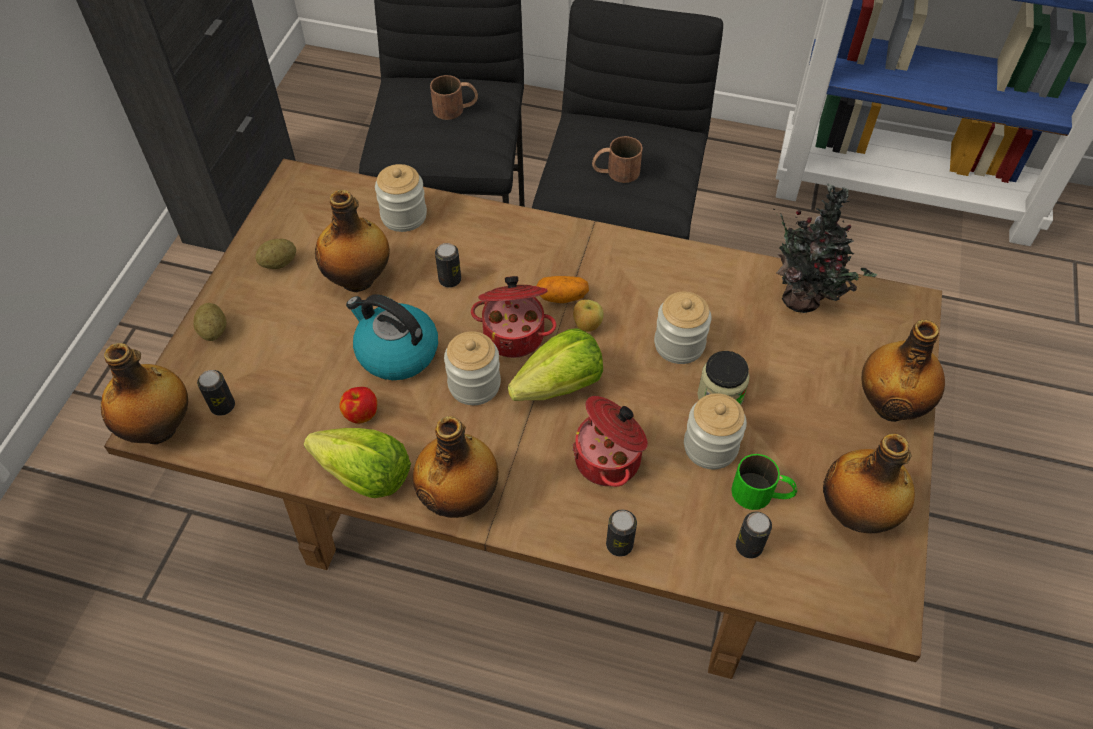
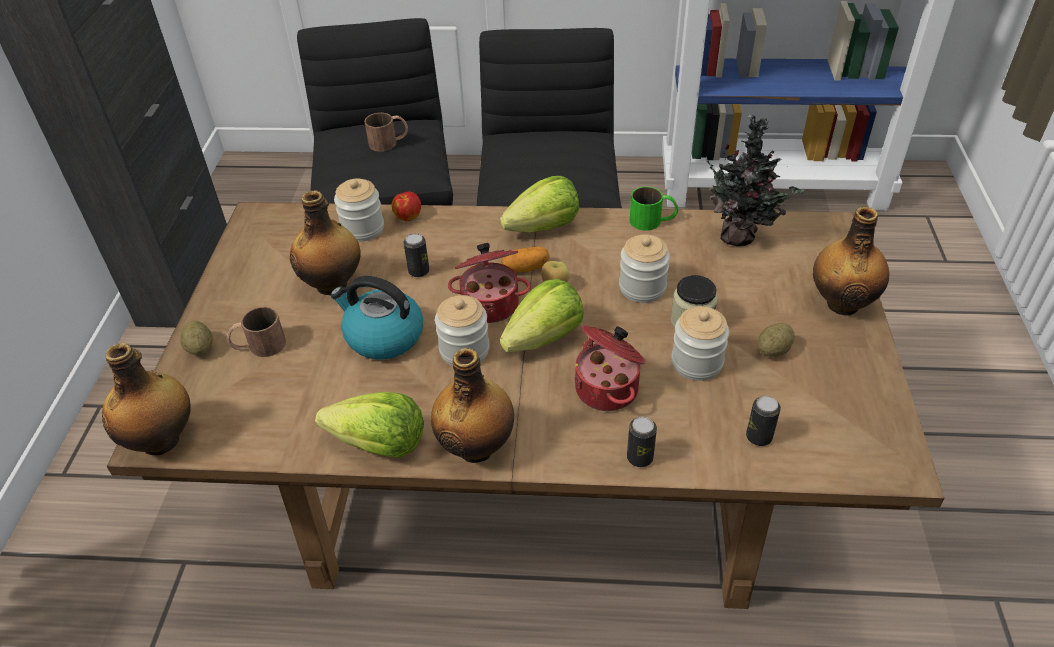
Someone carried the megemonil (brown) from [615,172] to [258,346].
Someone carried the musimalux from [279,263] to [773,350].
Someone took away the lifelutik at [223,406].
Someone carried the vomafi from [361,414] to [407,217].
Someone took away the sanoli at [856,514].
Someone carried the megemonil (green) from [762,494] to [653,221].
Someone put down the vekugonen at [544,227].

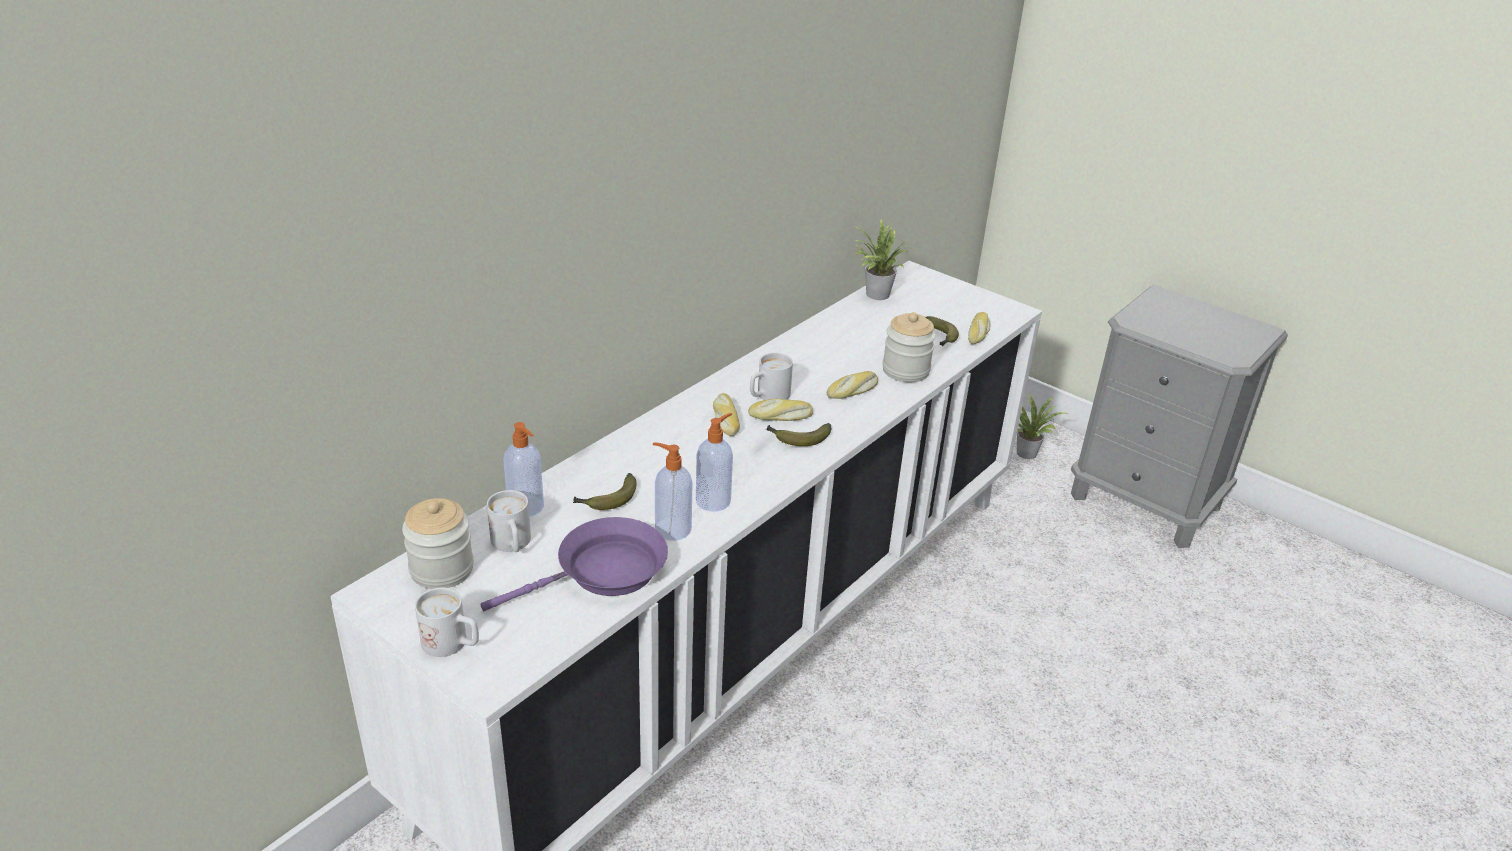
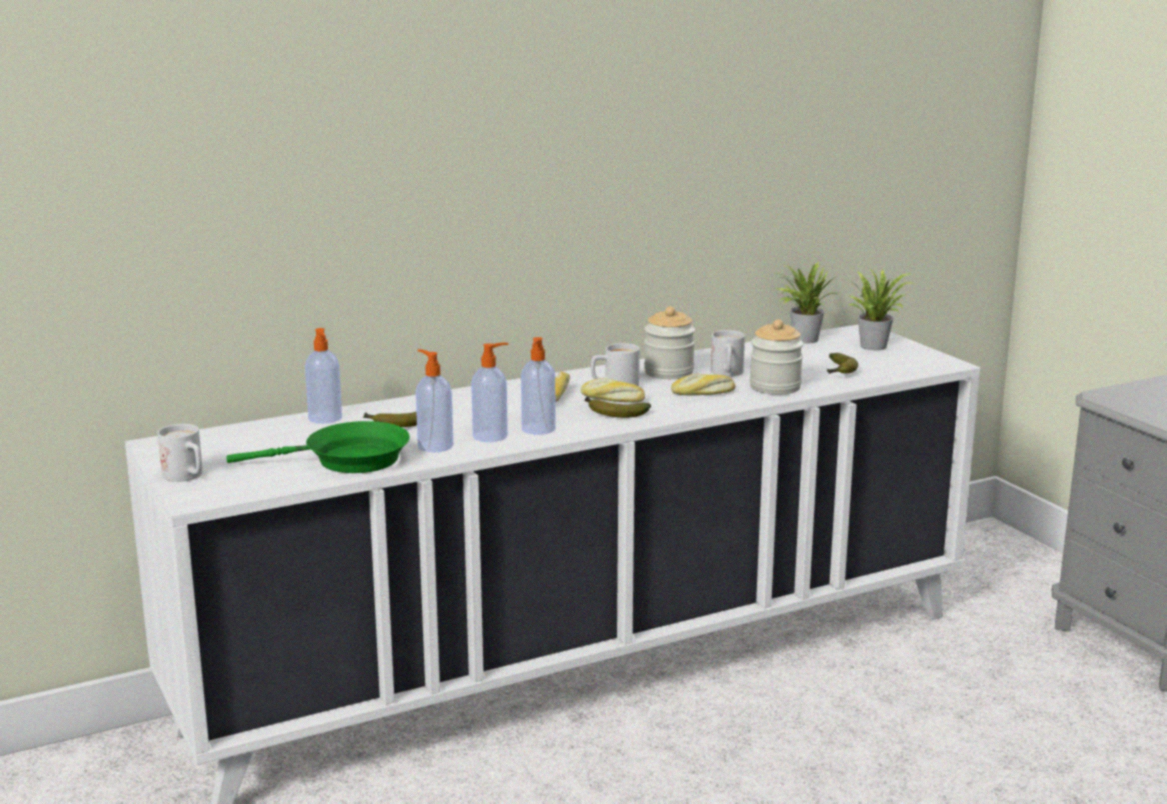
Someone took away the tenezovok at [978,333].
Someone carried the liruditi from [1026,451] to [875,345].
Someone carried the megemonil (white) from [512,545] to [727,374].
Someone carried the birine from [442,569] to [669,372].
Someone repainted the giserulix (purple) at [603,573], which became the giserulix (green) at [348,460].
Someone put down the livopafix at [538,429].

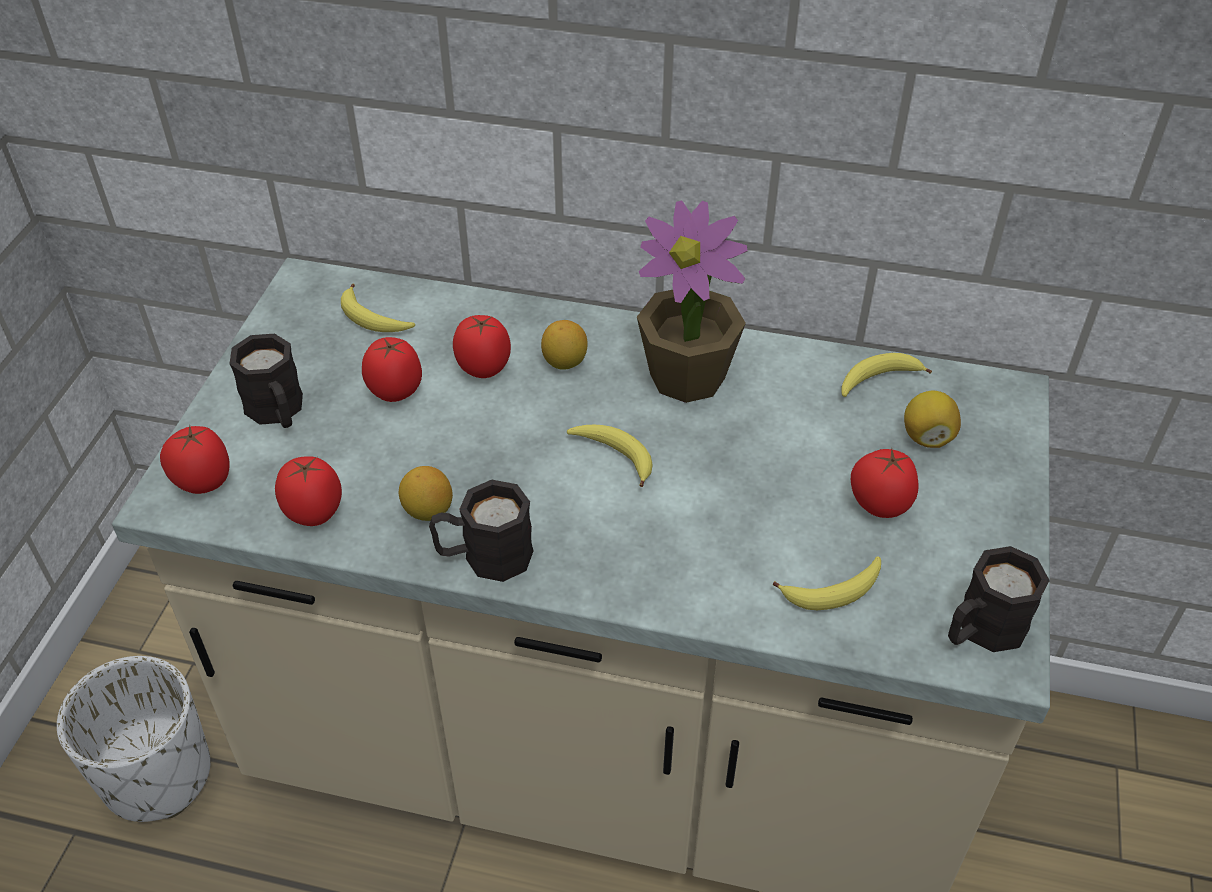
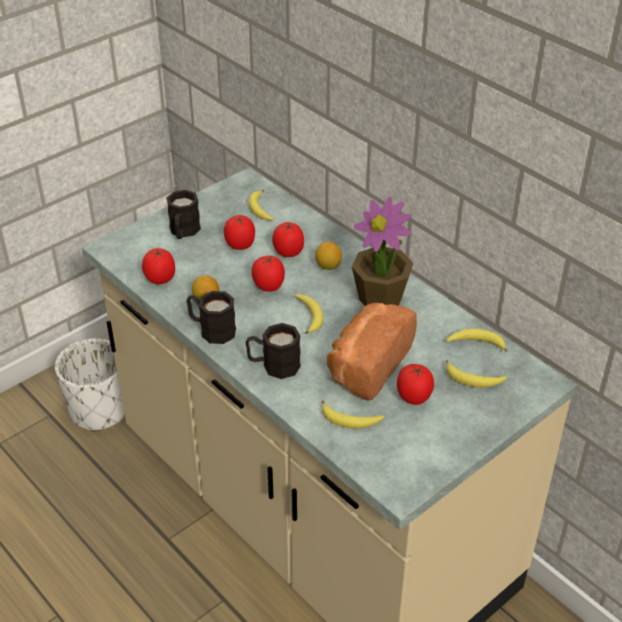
Someone swapped the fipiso at [927,436] for the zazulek at [473,380].
Someone carried the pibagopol from [203,481] to [268,286].
Someone carried the megemonil (black) from [981,630] to [273,365].
Someone put down the tenezovok at [367,365].

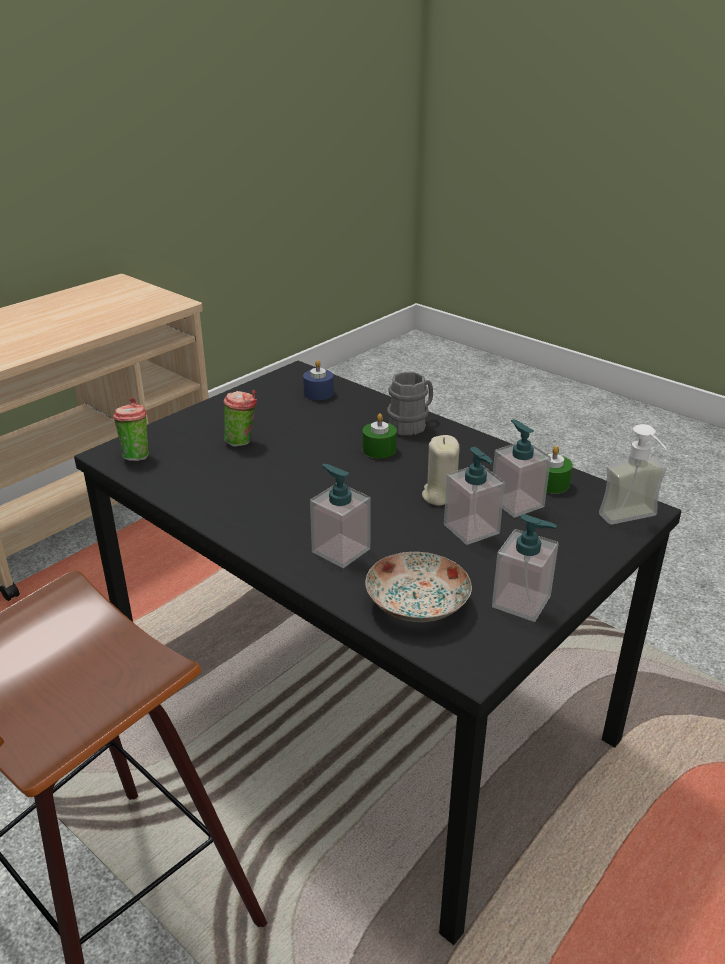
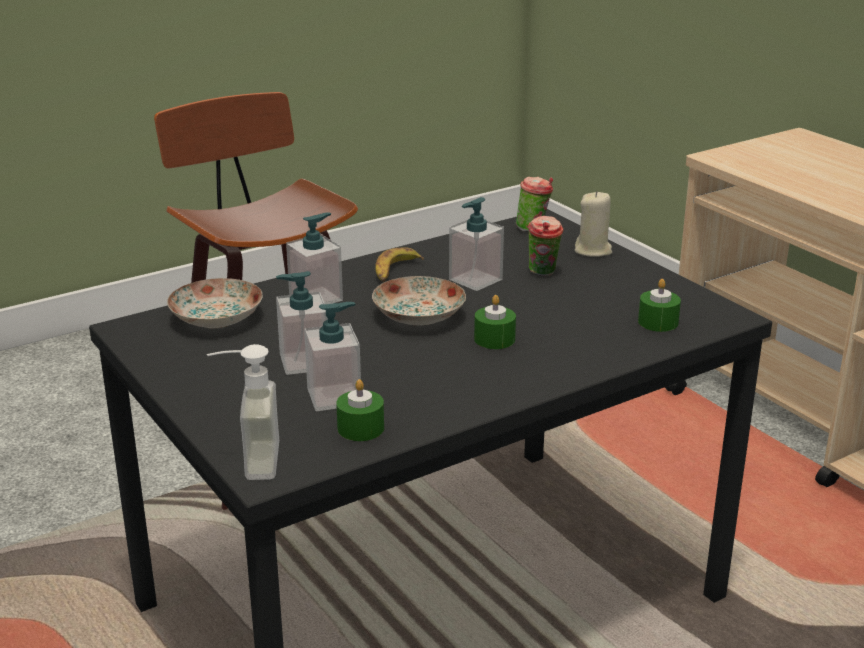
Someone repainted the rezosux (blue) at [318,393], which became the rezosux (green) at [658,322].
Someone took away the megemonil (grey) at [411,424].
Someone carried the rezosux (beige) from [440,495] to [593,250].
Someone carried the livopafix from [521,602] to [475,280].
Someone put down the zazulek at [395,271].
Someone put down the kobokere at [417,317].

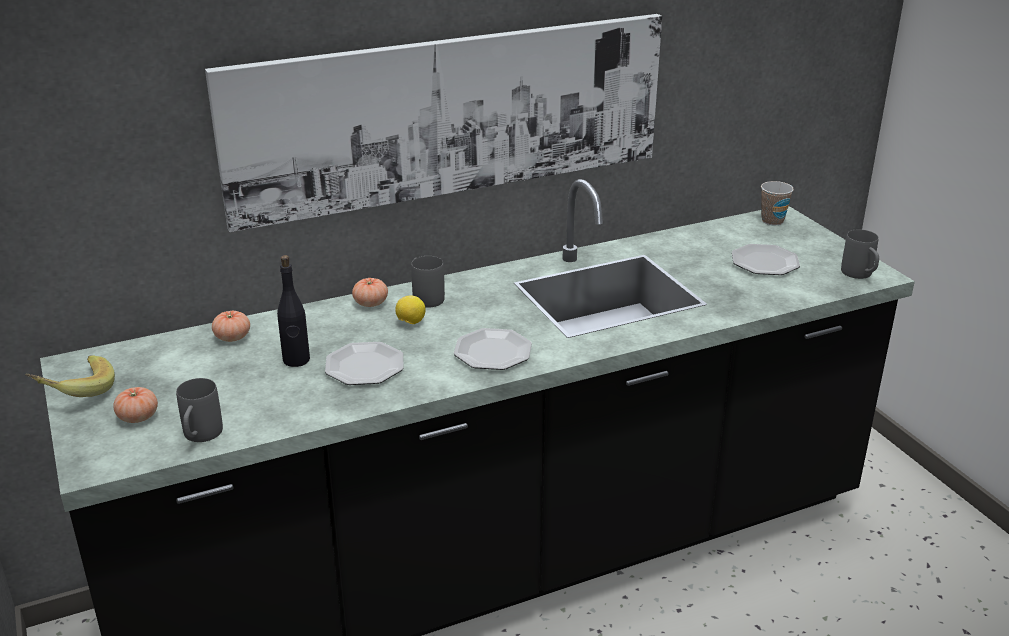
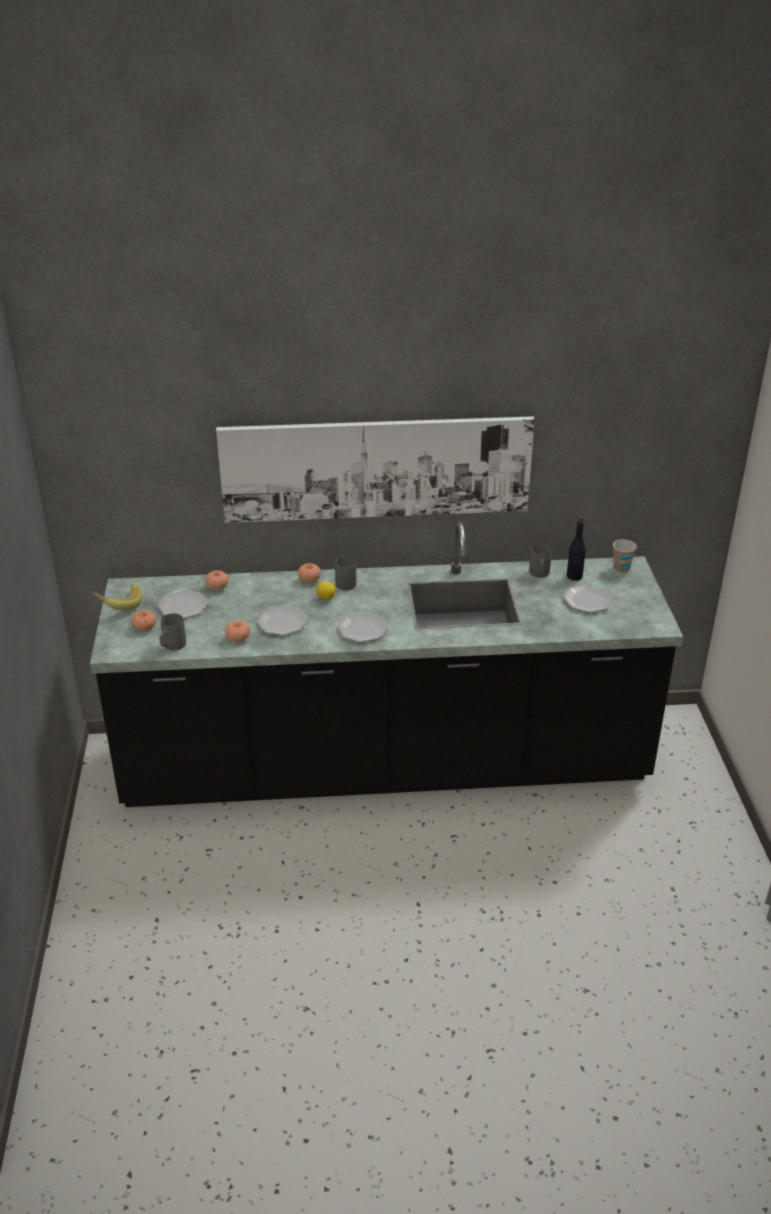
Someone carried the megemonil (grey) from [860,275] to [539,575].
Someone carried the sanoli (black) from [296,360] to [574,576].
Someone put down the kobokere at [183,607].
Someone put down the pibagopol at [238,638].

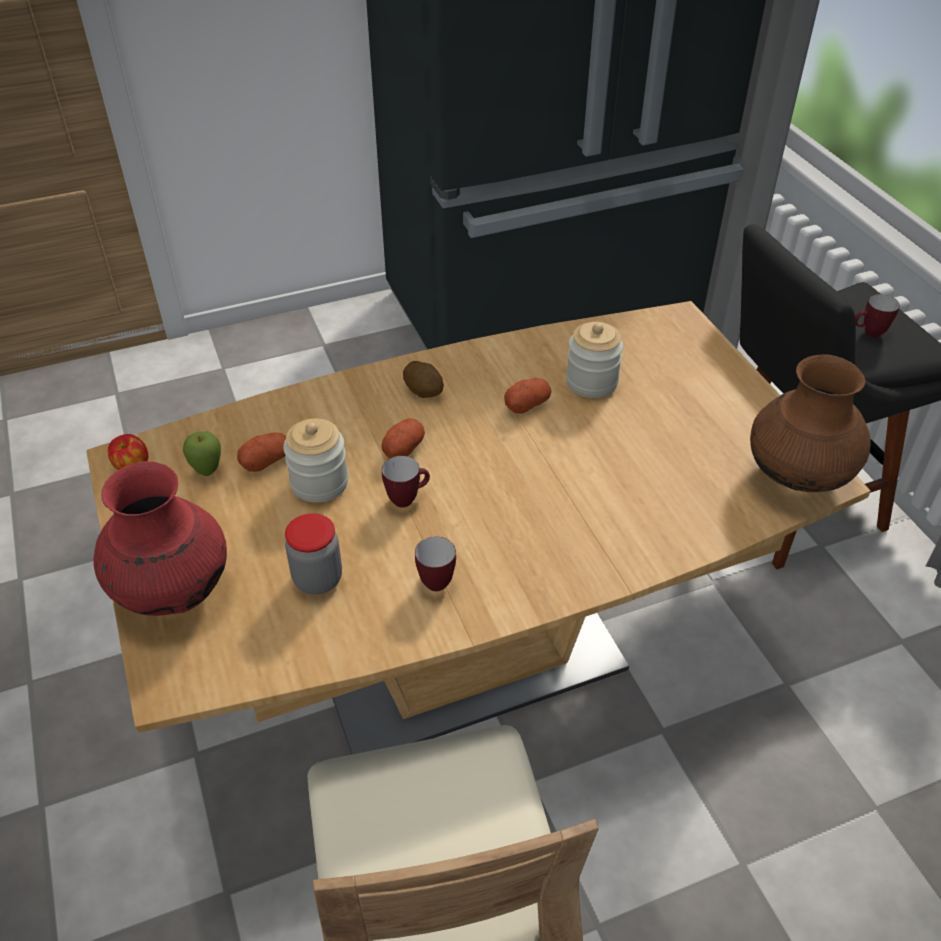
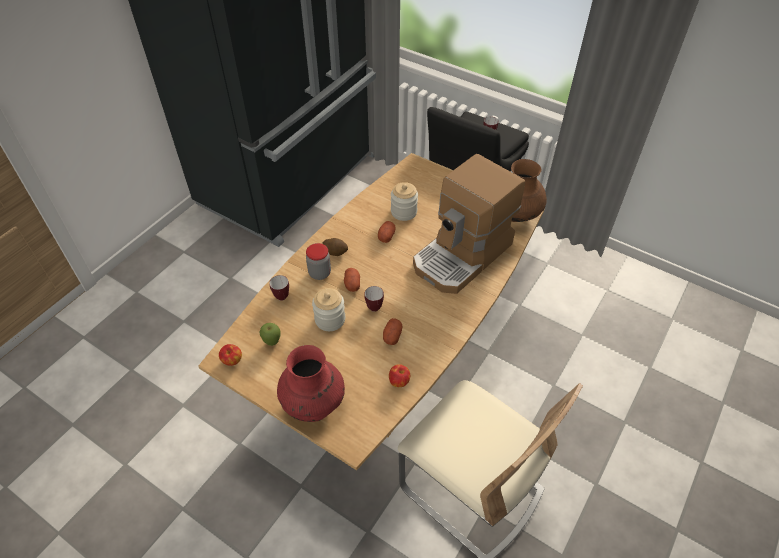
Someone carried the musimalux from [266,461] to [392,335].
Someone carried the birine from [318,579] to [319,273].
Someone carried the megemonil from [435,579] to [280,295].
Someone put down the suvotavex at [463,255].
Someone put down the vomafi at [399,381].

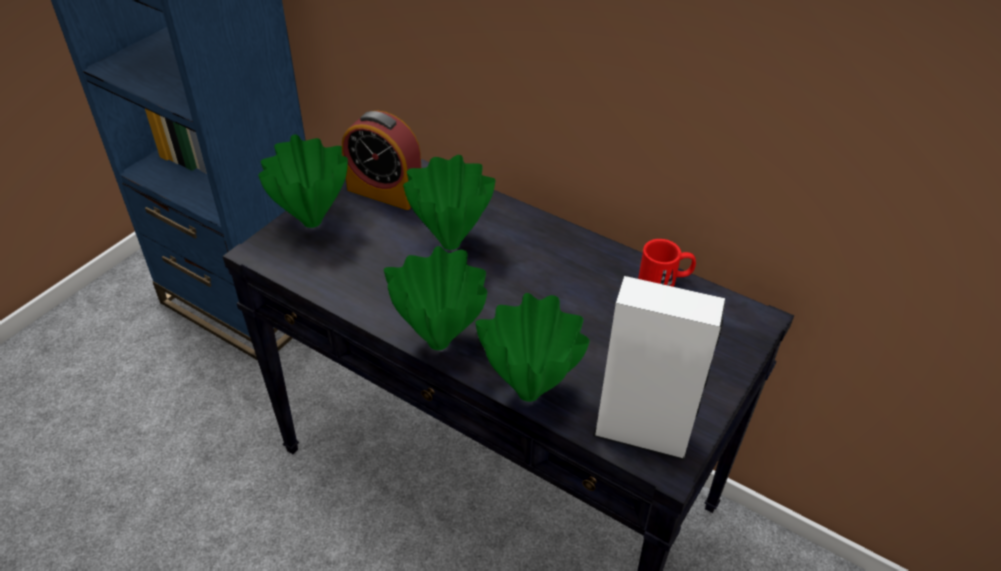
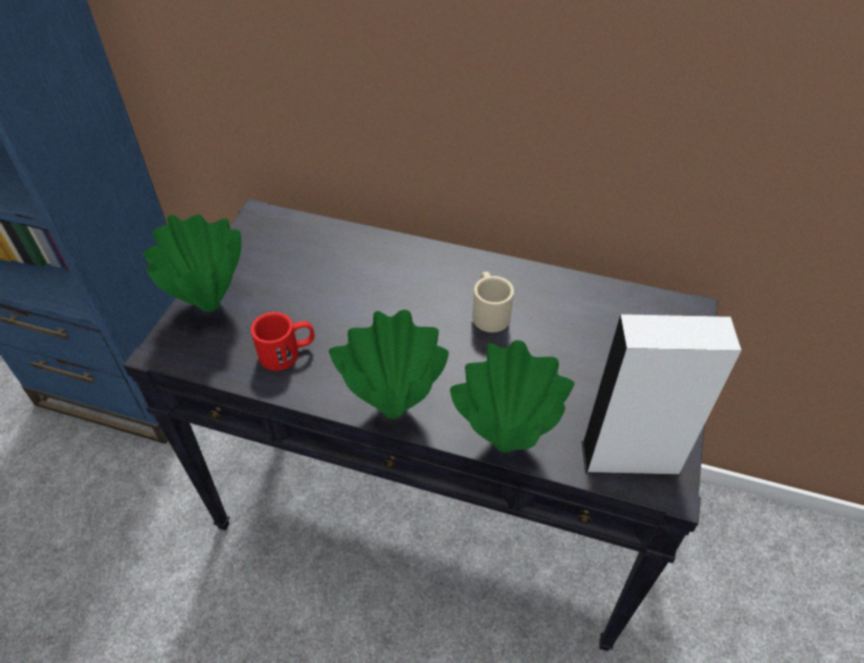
Someone took away the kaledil at [385,191].
Someone took away the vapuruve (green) at [451,242].
Someone carried the megemonil (red) from [665,280] to [288,352].
Someone put down the megemonil (beige) at [489,311].

